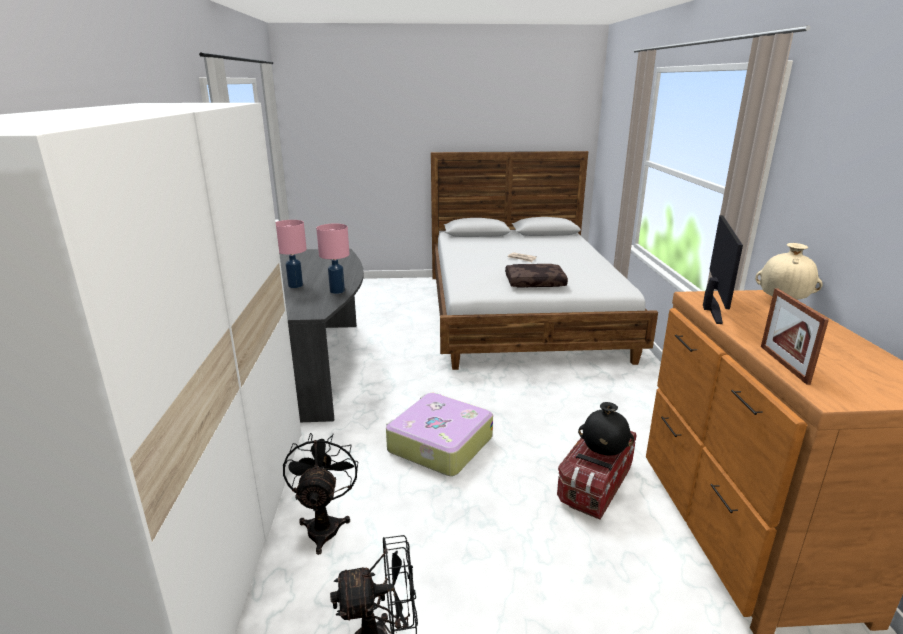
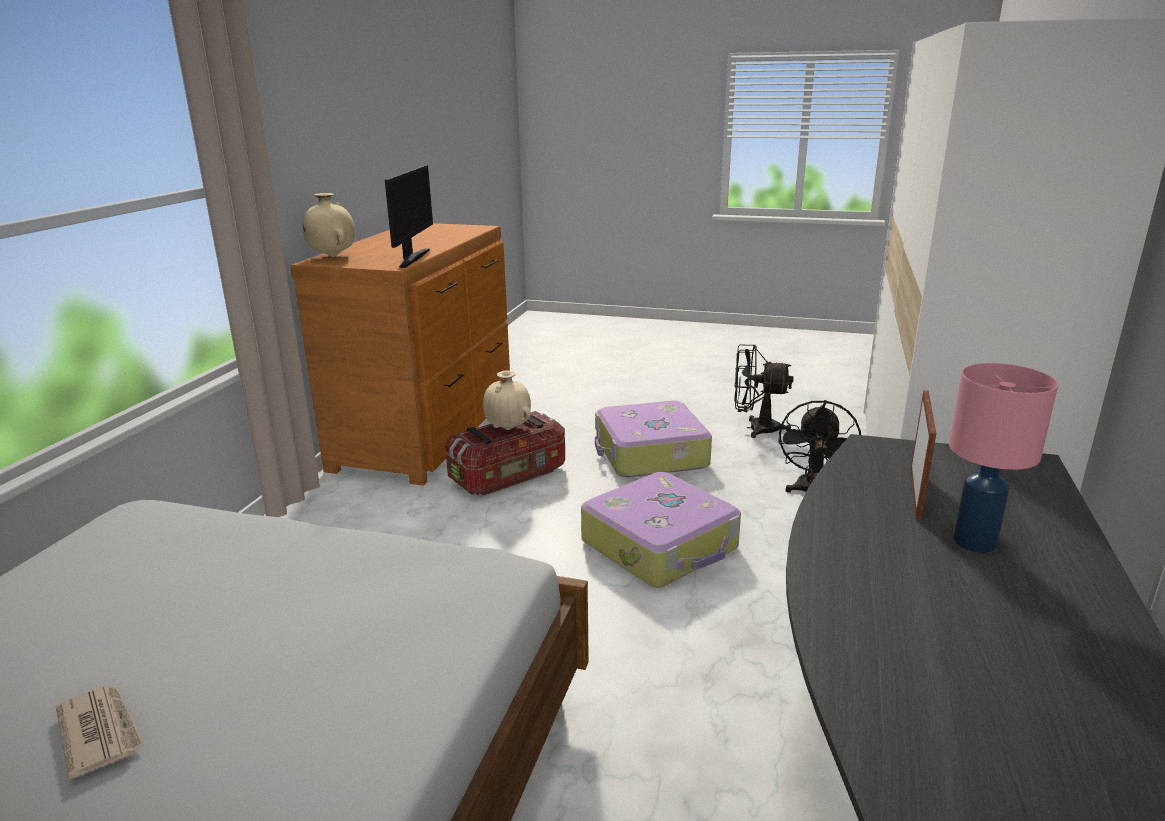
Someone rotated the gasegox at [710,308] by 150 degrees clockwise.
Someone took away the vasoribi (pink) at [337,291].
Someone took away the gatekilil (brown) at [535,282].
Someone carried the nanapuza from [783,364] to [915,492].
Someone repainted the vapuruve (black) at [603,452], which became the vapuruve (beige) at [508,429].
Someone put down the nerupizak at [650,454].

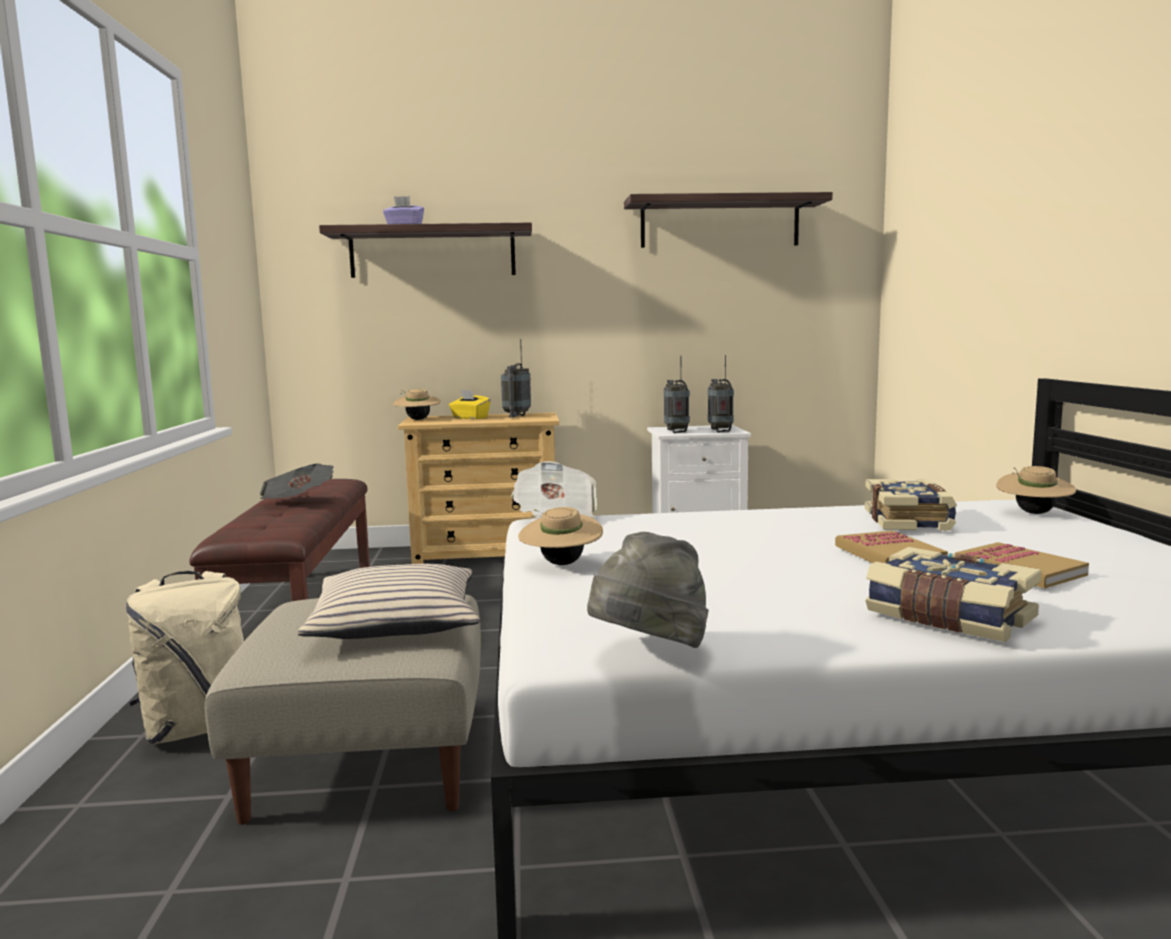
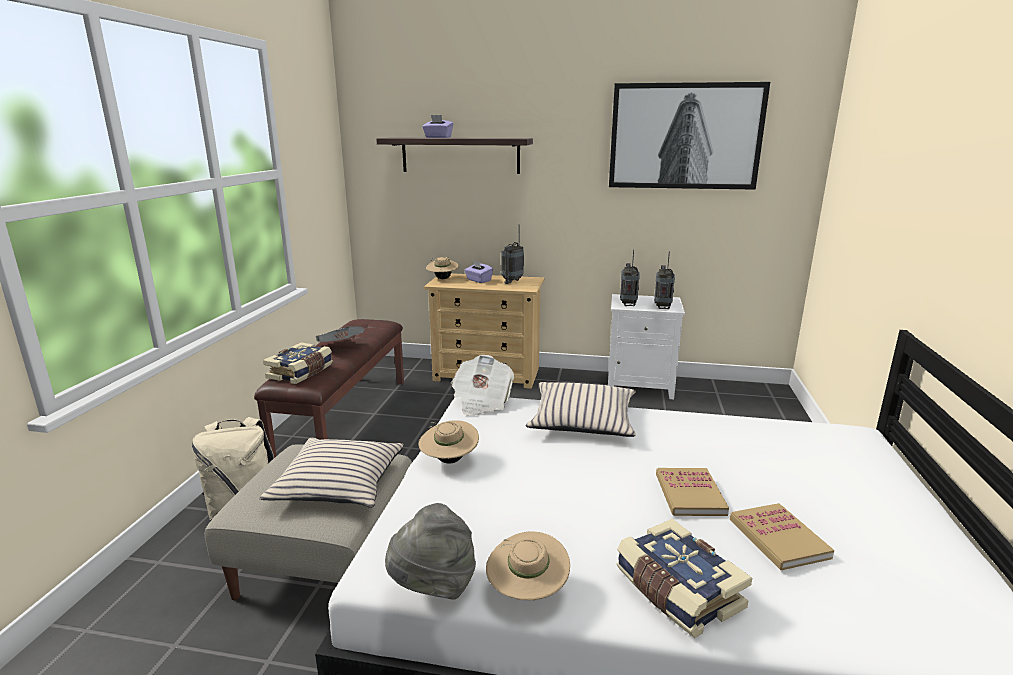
Someone swapped the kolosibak at [720,223] for the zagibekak at [685,136].
Someone repainted the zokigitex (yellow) at [470,418], which became the zokigitex (purple) at [478,280].
Someone carried the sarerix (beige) from [1033,513] to [527,591].
Someone carried the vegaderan from [909,521] to [301,372].
Someone put down the gatekilil (beige) at [582,420].

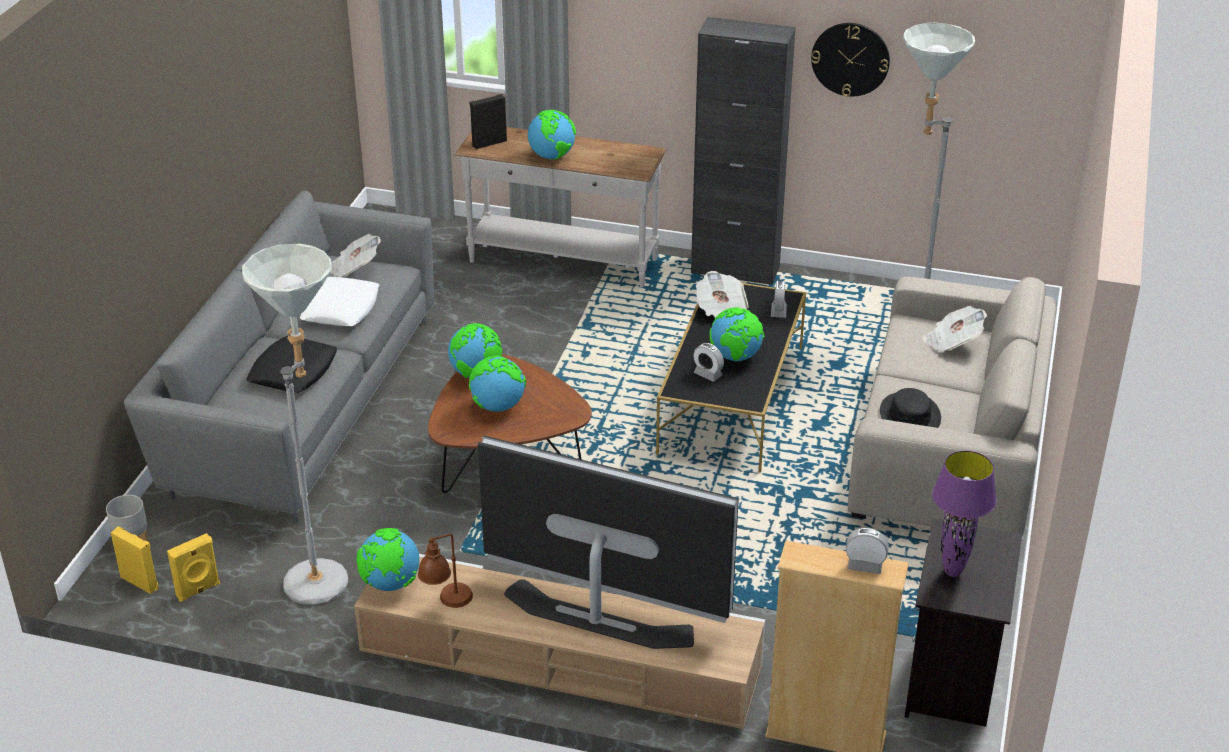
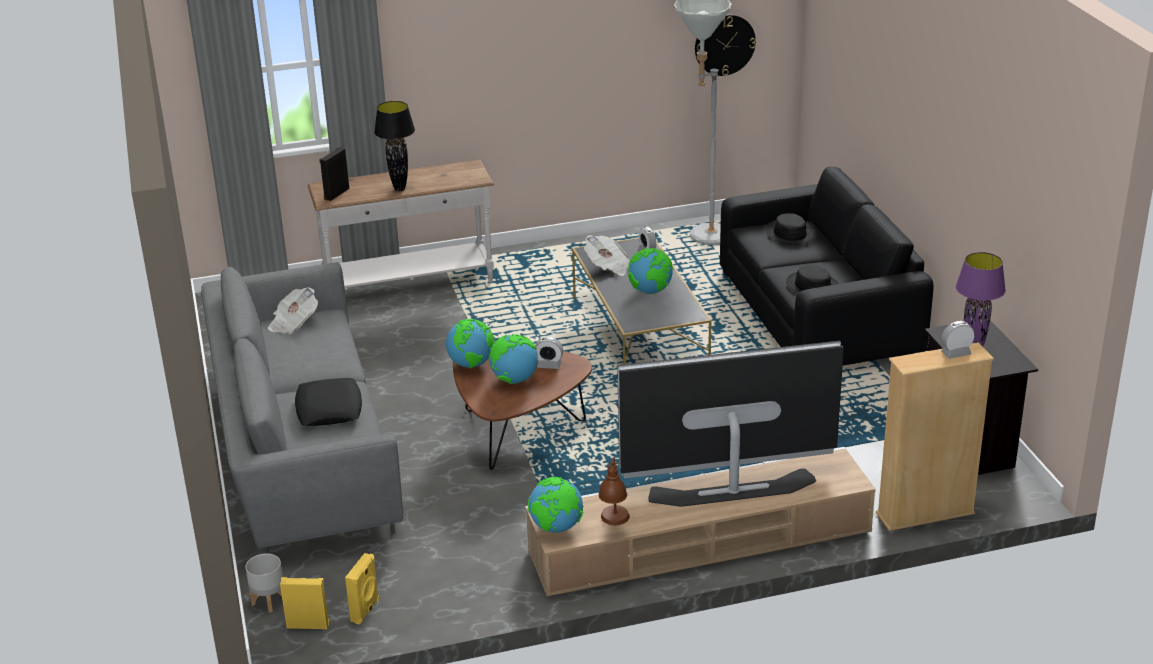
Someone took away the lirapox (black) at [735,270].
Someone carried the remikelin from [850,59] to [724,44].
Someone swapped the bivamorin at [552,156] for the vasoribi (black) at [399,189].
Someone took away the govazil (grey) at [323,574].
Someone took away the gatekilil (white) at [341,309].
Someone repainted the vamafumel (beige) at [949,448], which became the vamafumel (black) at [818,313].
Someone swapped the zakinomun at [952,342] for the sarerix (black) at [790,233].
Someone carried the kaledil from [708,374] to [549,365].

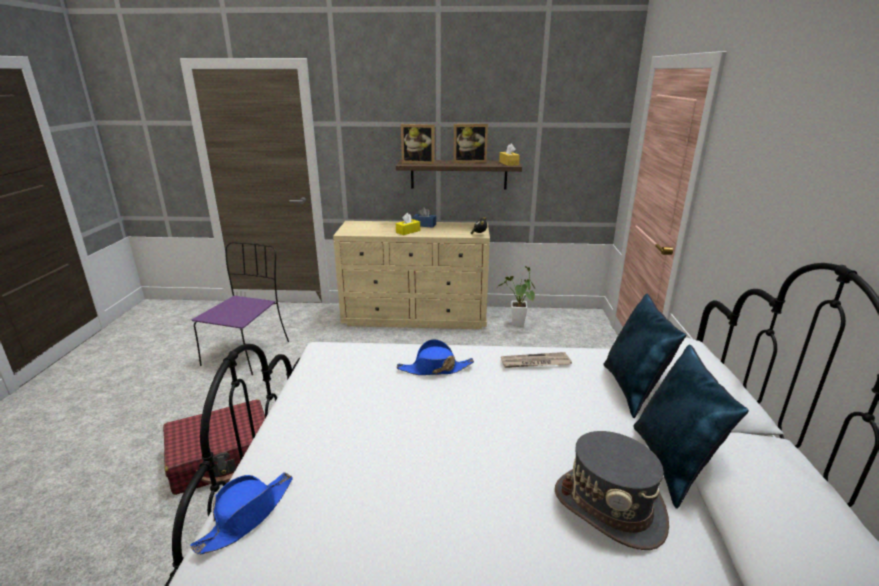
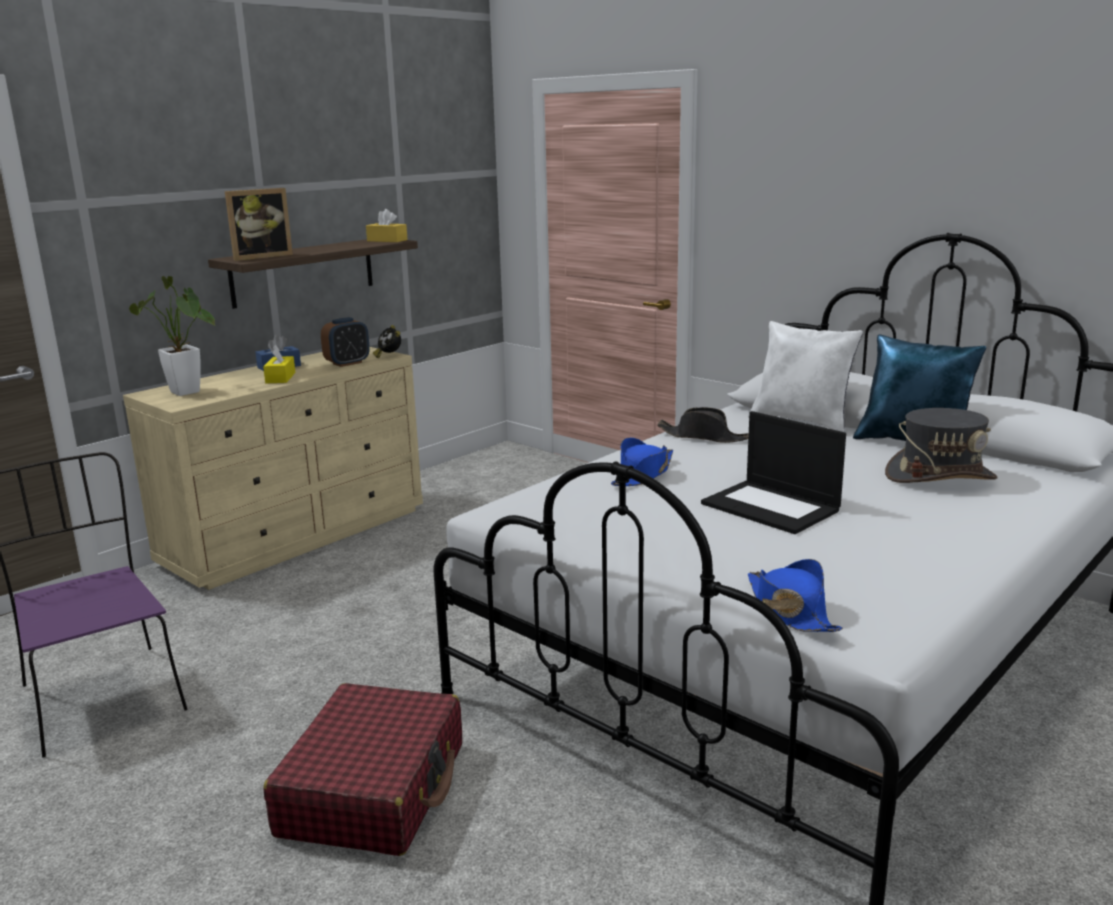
Someone took away the nanapuza at [469,162].
Someone carried the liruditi from [517,325] to [187,393].
Someone repainted the gatekilil (blue) at [633,390], which became the gatekilil (white) at [802,422].
Someone swapped the zakinomun at [535,363] for the sarerix (black) at [703,437].
Someone put down the kaledil at [347,363].
Someone put down the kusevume at [772,507].

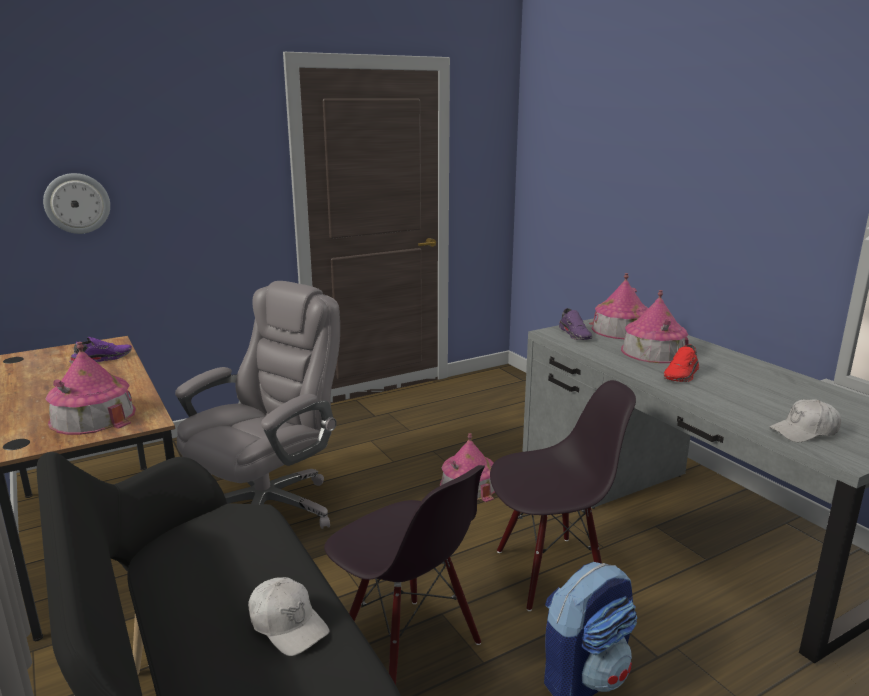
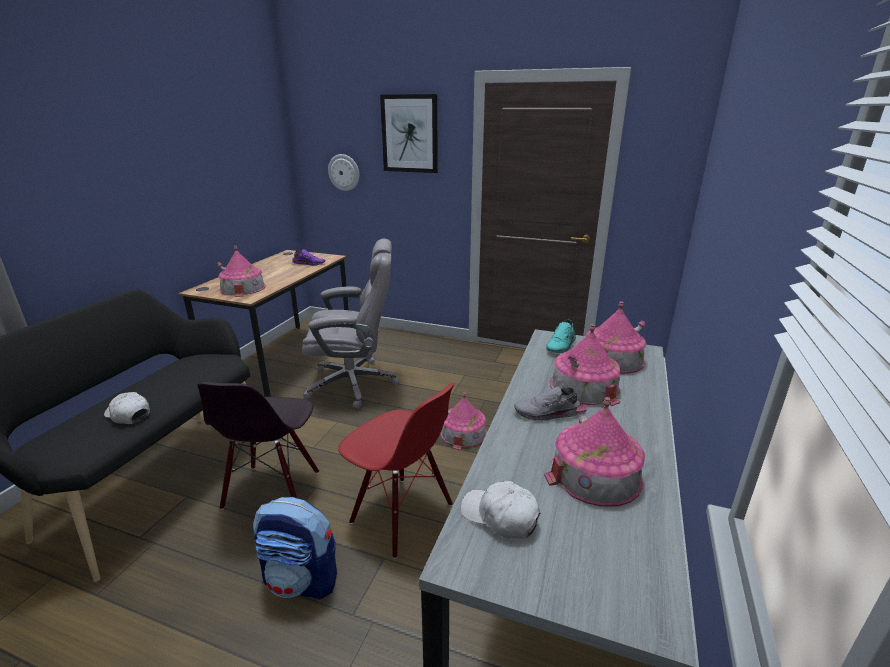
Someone repainted the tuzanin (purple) at [576,334], which became the tuzanin (turquoise) at [562,346].
Someone repainted the tuzanin (red) at [682,375], which became the tuzanin (grey) at [547,414].
Someone repainted the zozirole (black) at [550,573], which became the zozirole (red) at [401,514].
Someone rotated the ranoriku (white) at [288,624] by 120 degrees clockwise.
Someone put up the zagibekak at [410,134].
Someone put down the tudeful at [595,473].

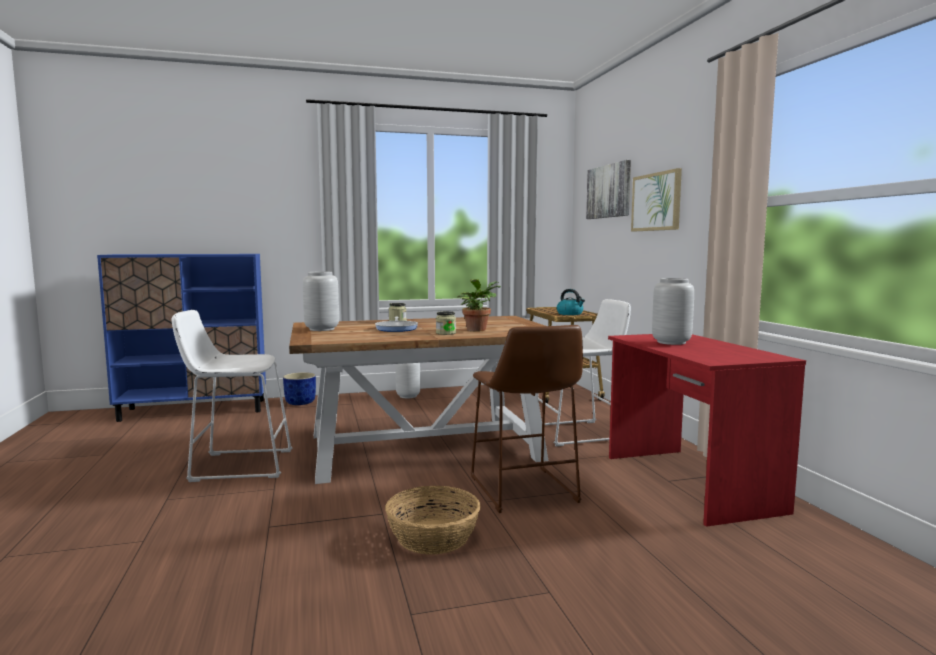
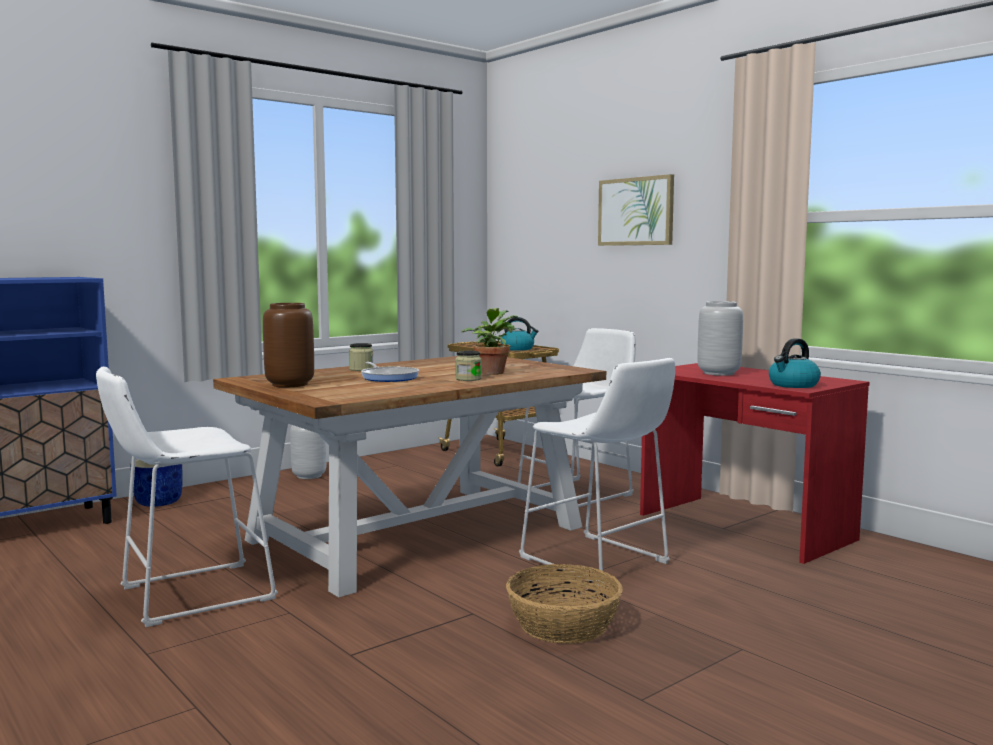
Someone took away the zagibekak at [609,191].
Someone repainted the vapuruve (grey) at [321,329], which became the vapuruve (brown) at [290,385].
Someone repainted the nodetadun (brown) at [524,492], which became the nodetadun (white) at [598,562].
Someone put down the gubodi at [793,385].

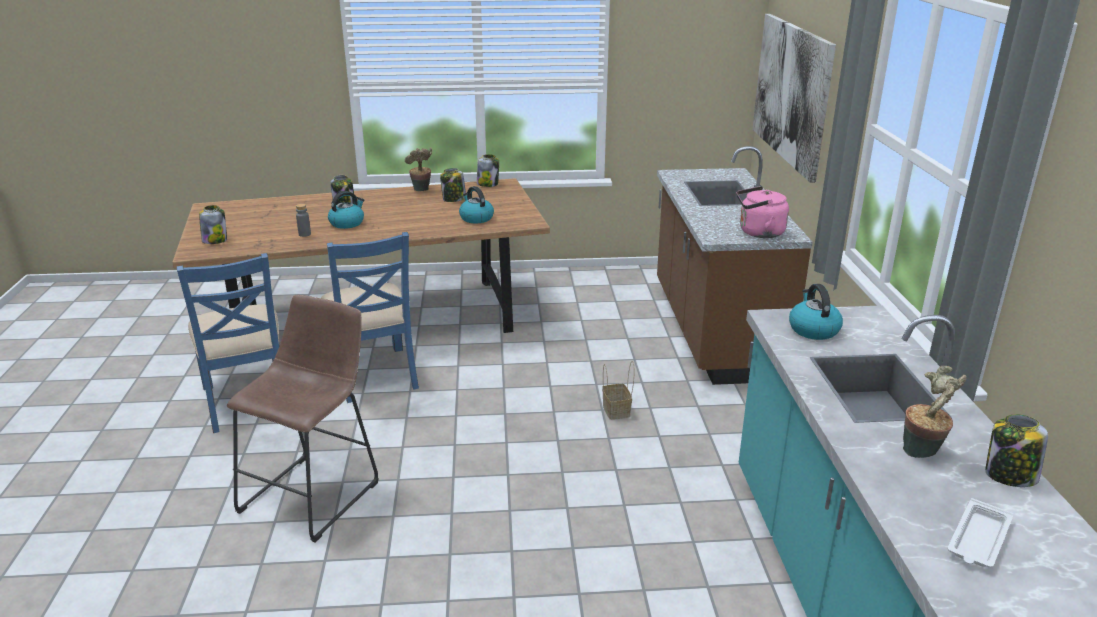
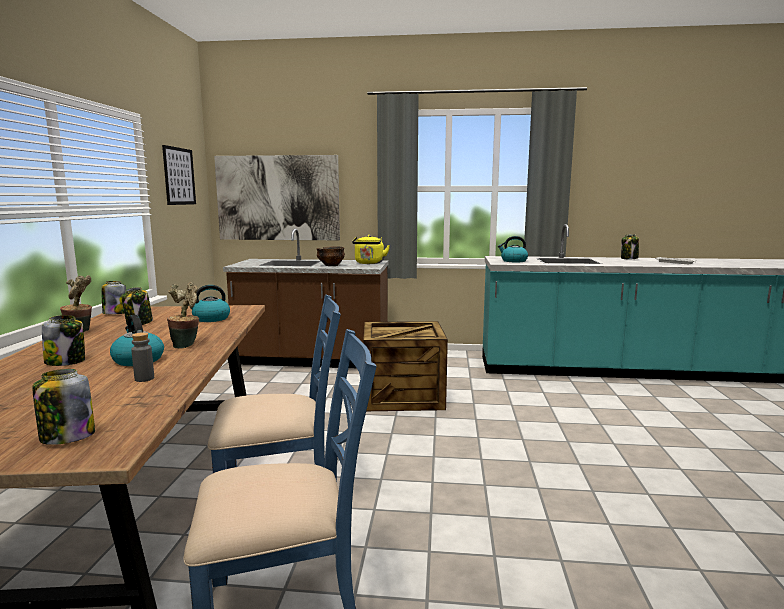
Someone repainted the gubodi (pink) at [758,233], which became the gubodi (yellow) at [369,263].
Someone took away the nodetadun (brown) at [315,493].
Someone swapped the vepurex at [617,411] for the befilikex at [403,396].
Someone carried the liruditi from [923,453] to [186,345].
Someone put up the zagibekak at [179,176].
Someone put down the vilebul at [331,265].

